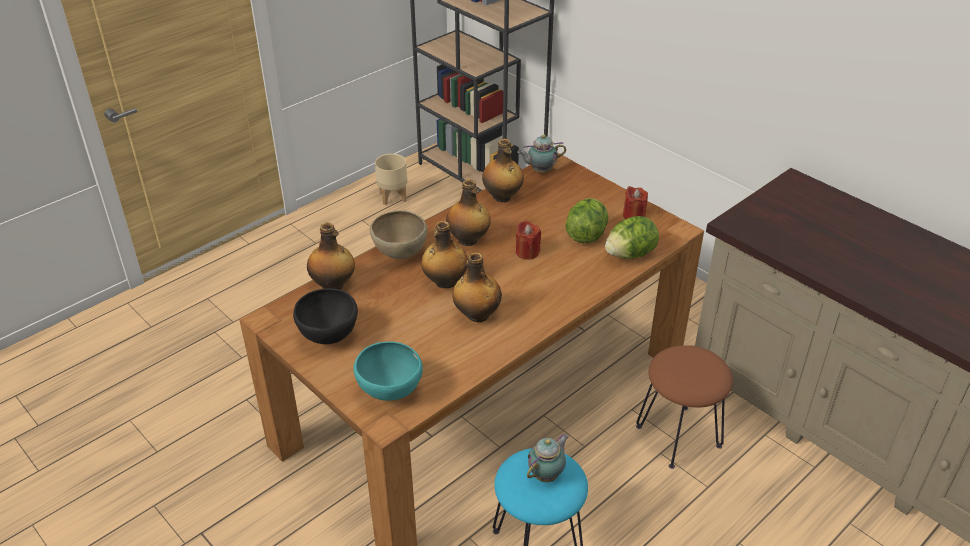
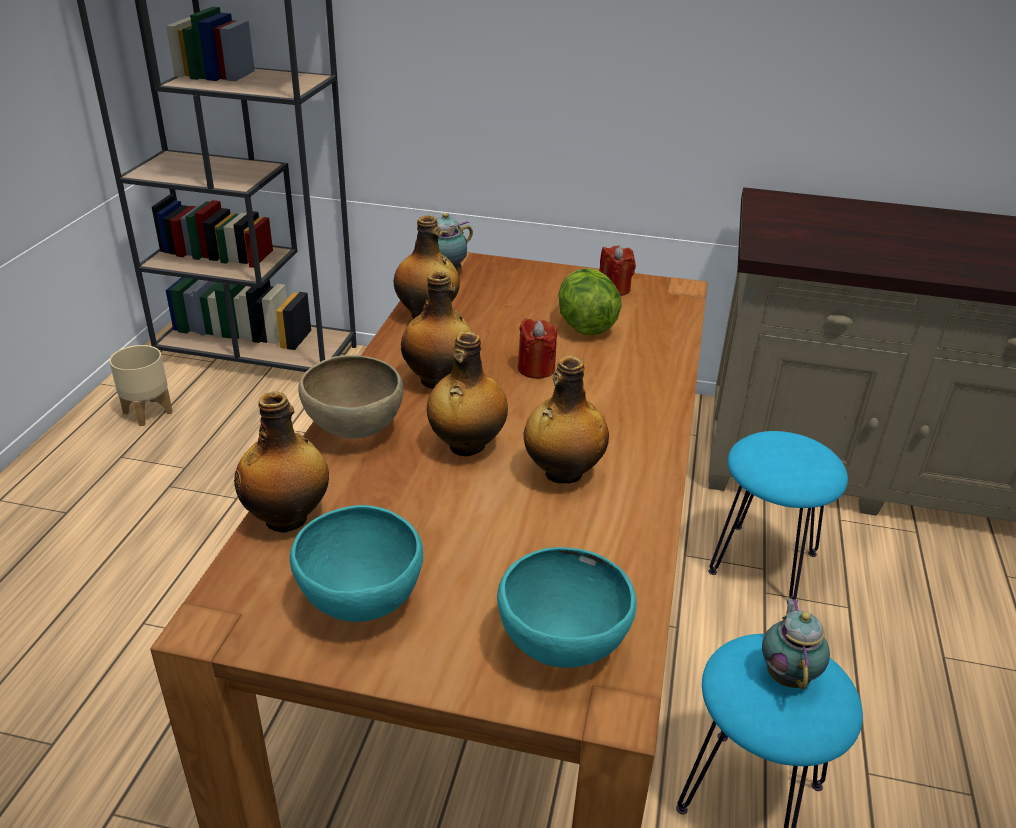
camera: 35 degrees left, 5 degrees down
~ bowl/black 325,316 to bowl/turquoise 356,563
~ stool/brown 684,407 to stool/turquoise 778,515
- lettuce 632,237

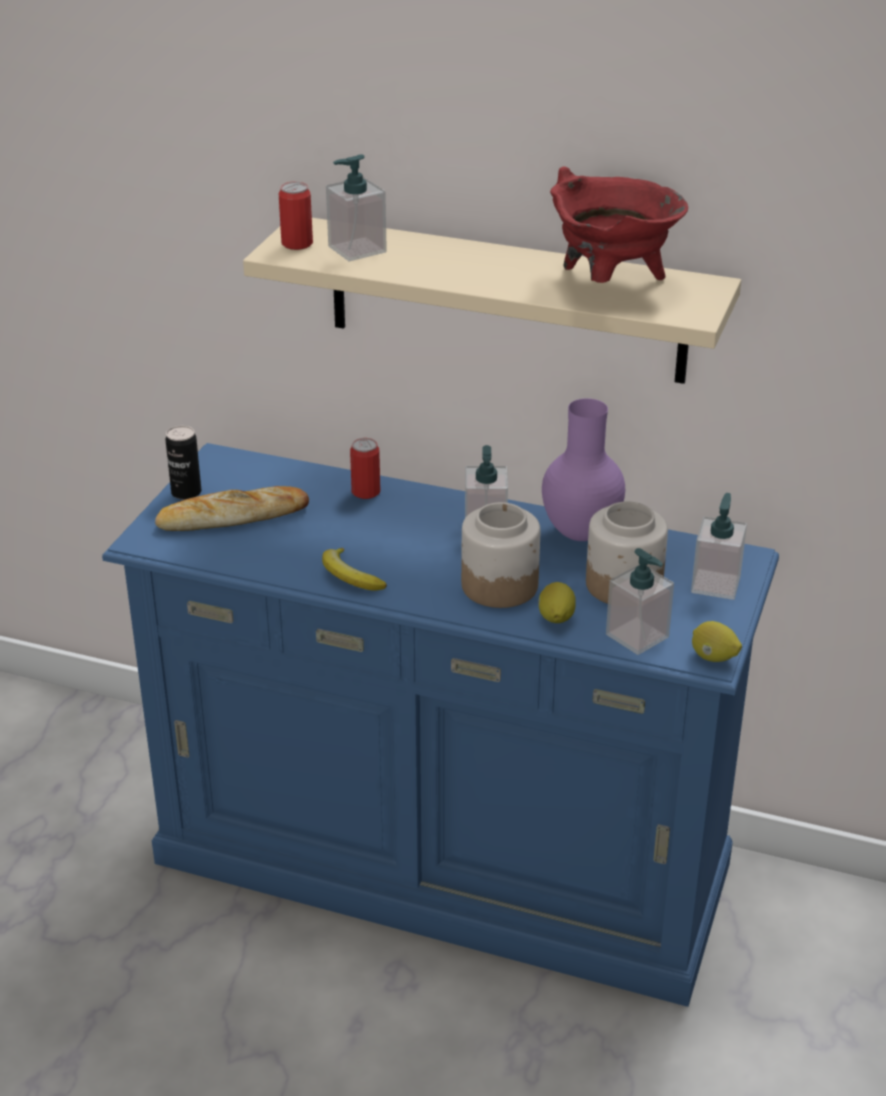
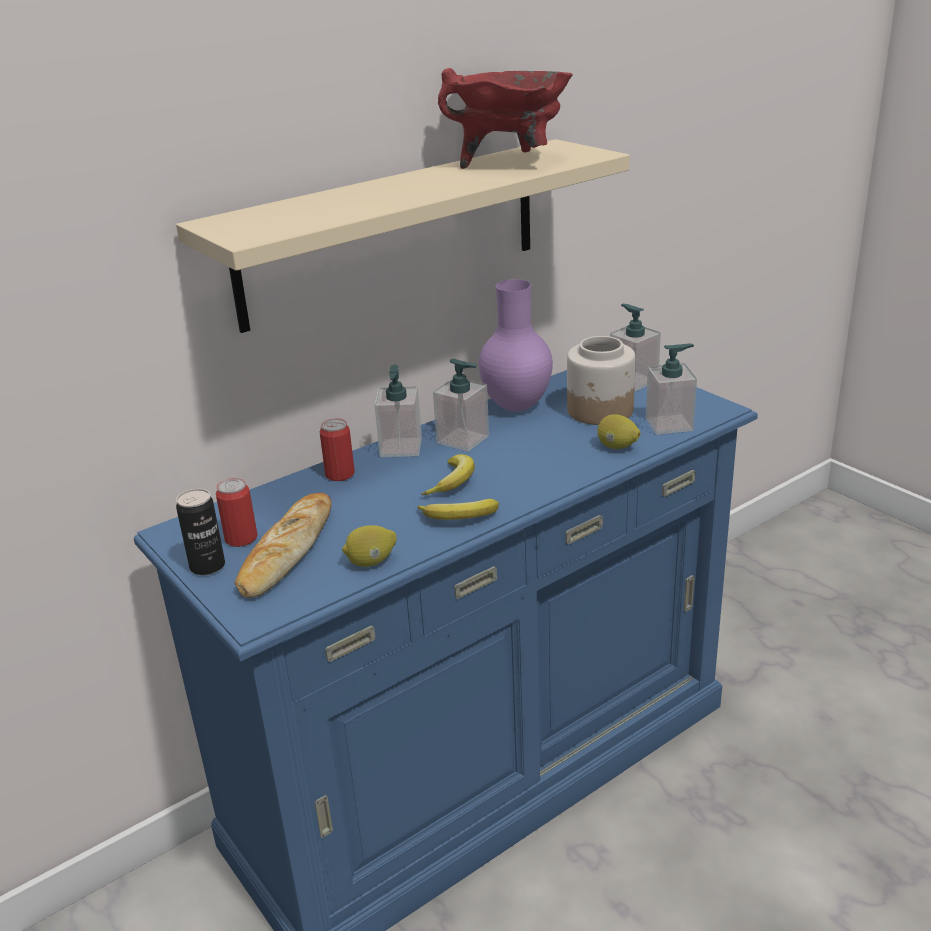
camera: 55 degrees left, 5 degrees down
~ can 296,216 to 237,512
~ lemon 717,641 to 369,546
~ soap dispenser 356,207 to 398,411
+ banana 448,474
- jar 500,555

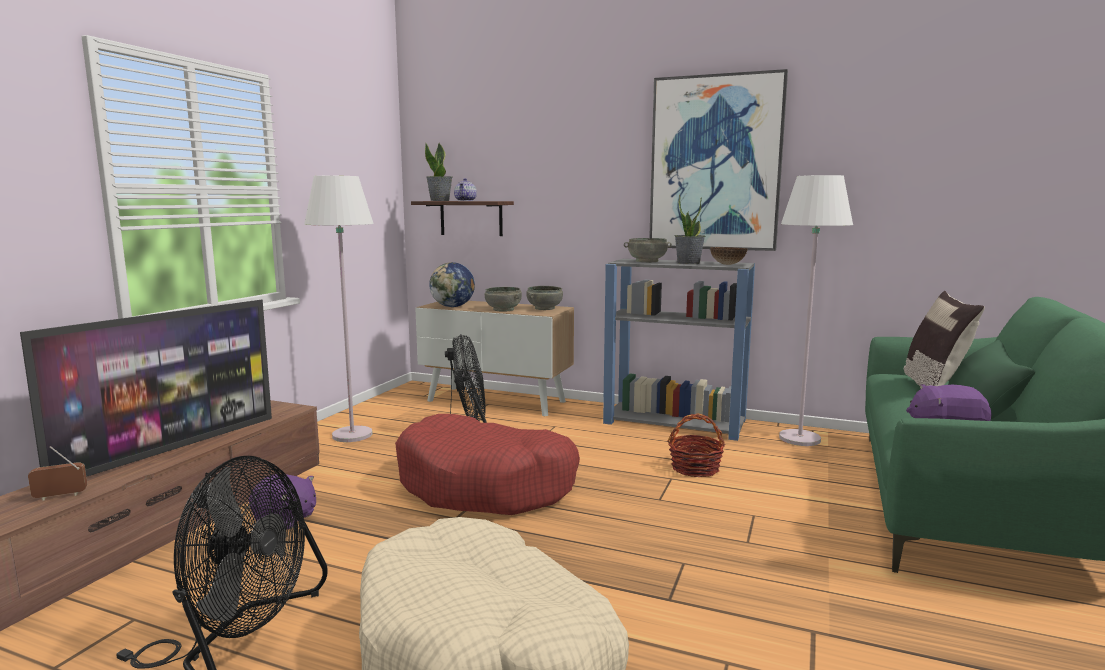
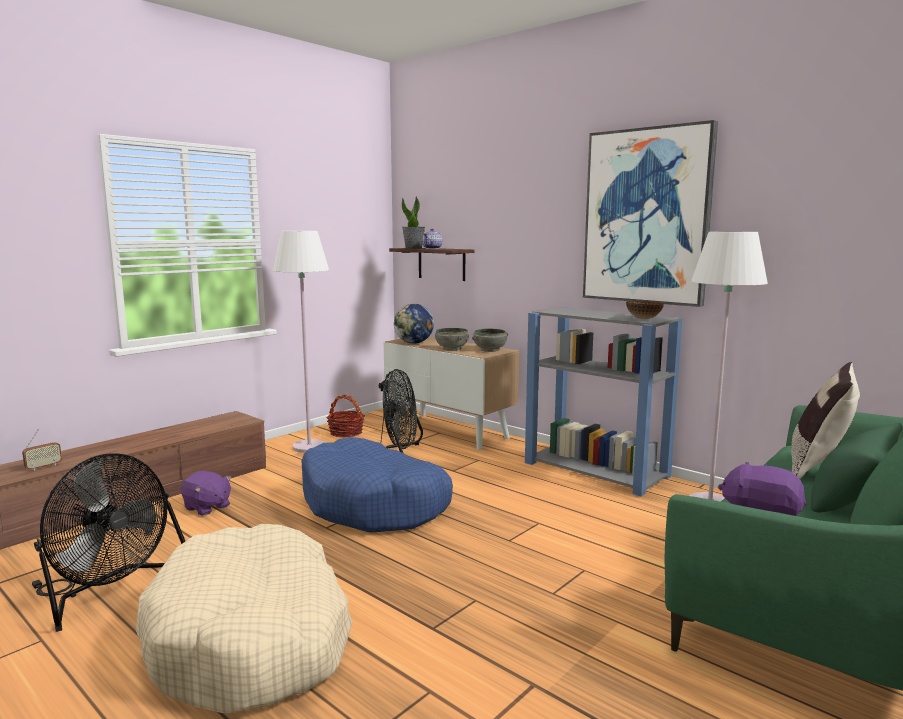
camera: 20 degrees right, 0 degrees up
~ radio 57,473 = 42,450 135 degrees clockwise
~ dog bed/red 487,464 to dog bed/blue 377,485
~ basket 696,445 to 345,415
- television 146,388
- bowl/grey 648,250
- potted plant 689,229

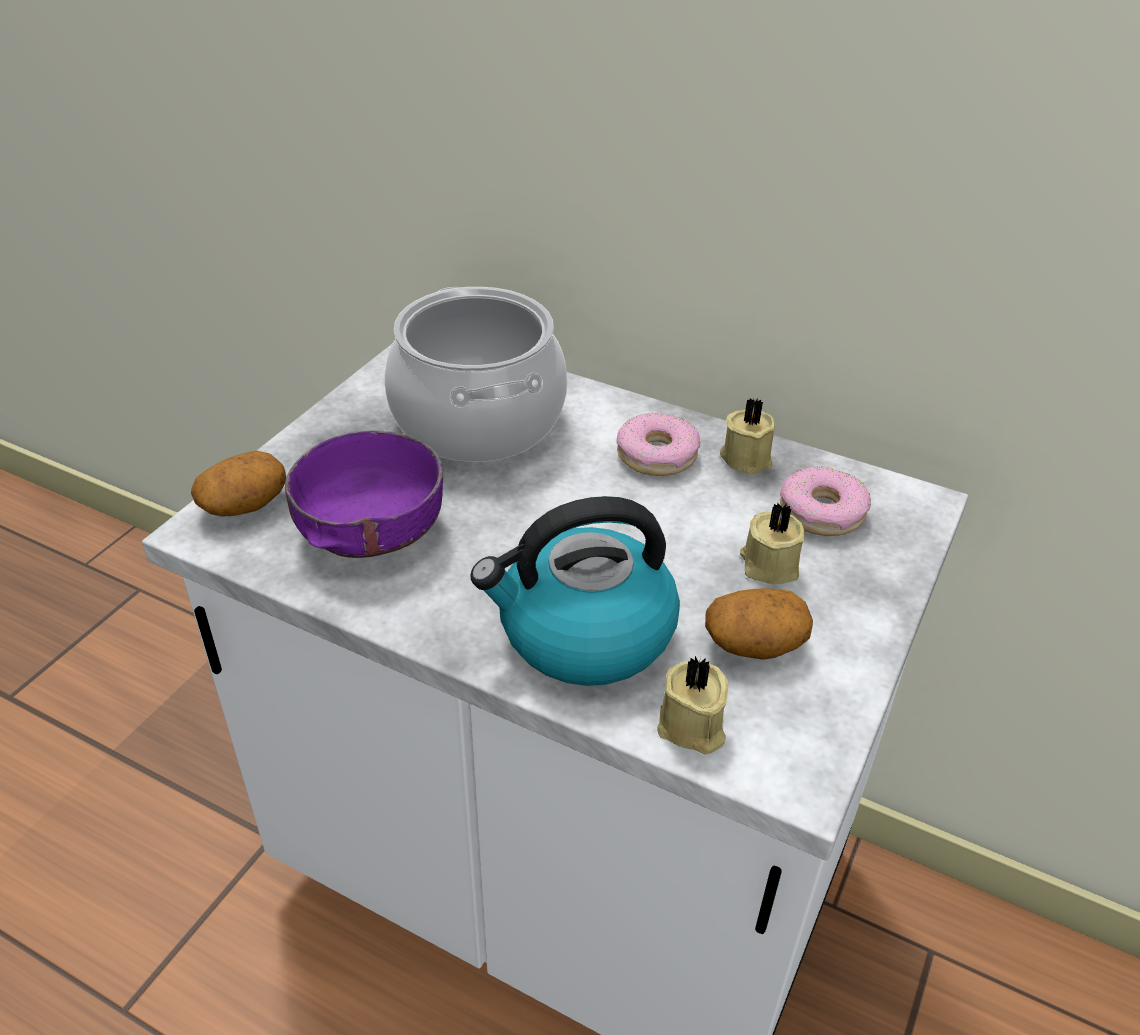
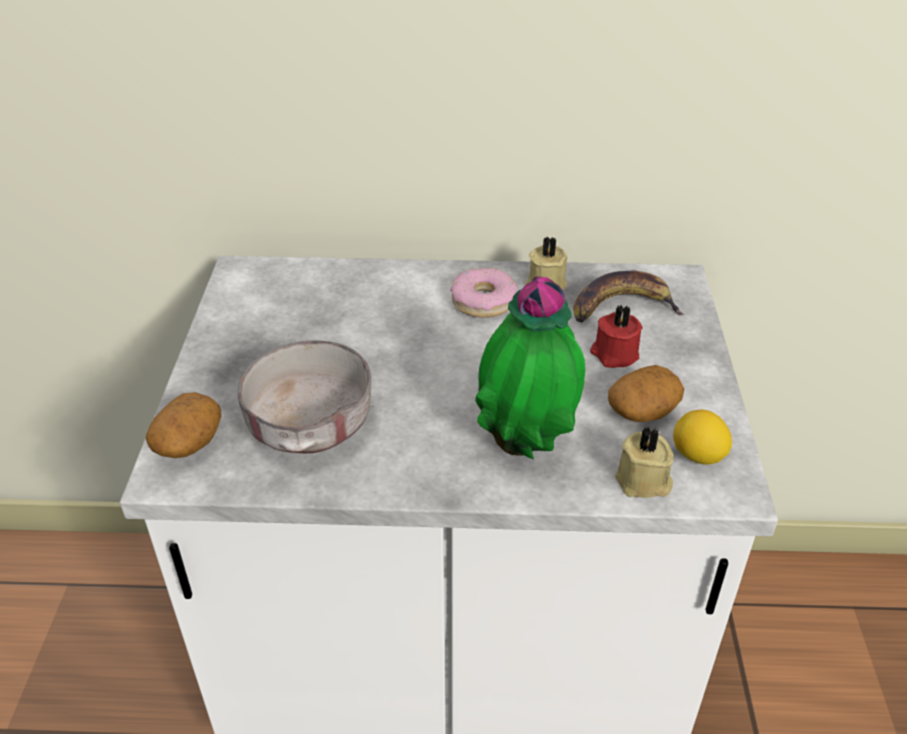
camera: 25 degrees left, 0 degrees up
~ bowl/purple 364,494 to bowl/grey 304,396
~ kettle 575,591 to potted plant 530,367
~ donut 825,501 to banana 628,296
~ candle/beige 772,543 to candle/red 616,336
+ lemon 702,437
- cooking pot 475,374

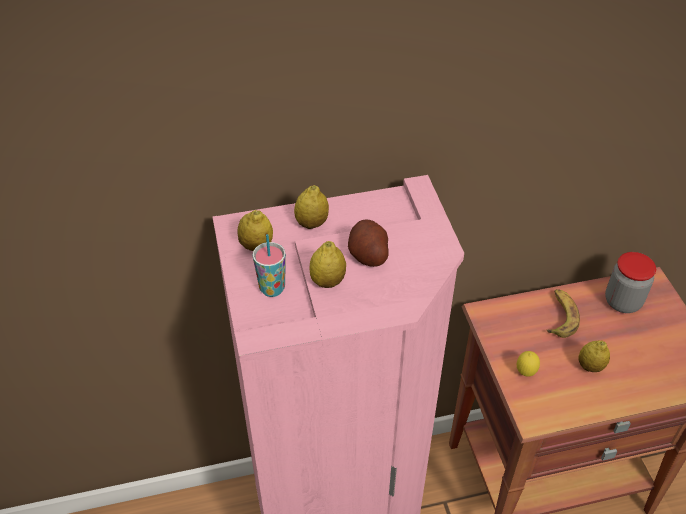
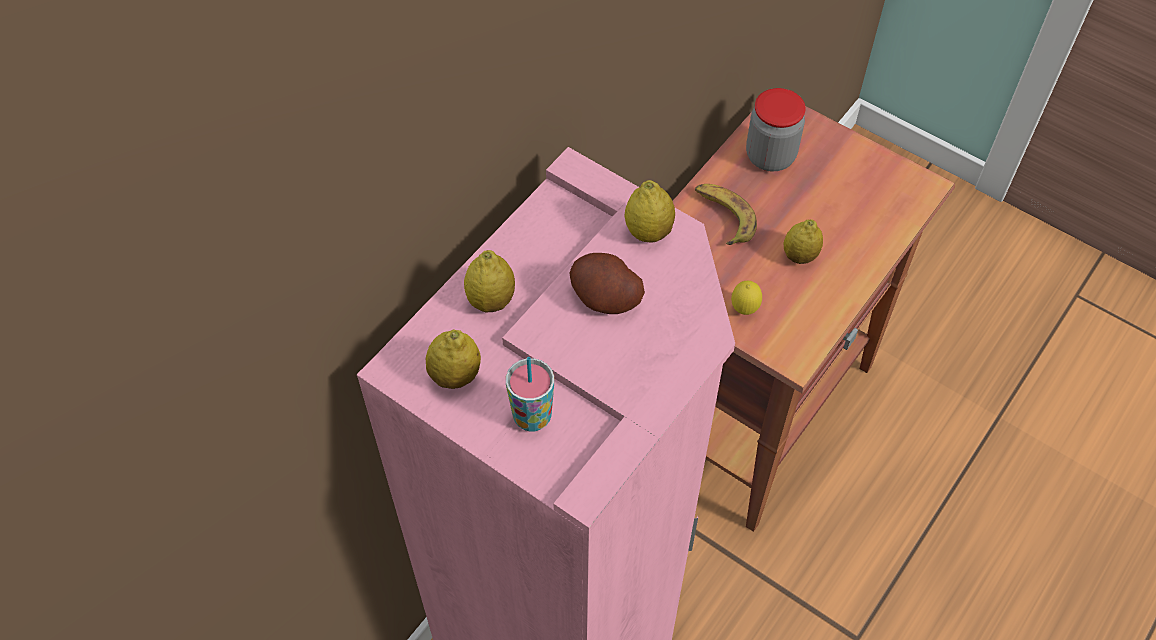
camera: 40 degrees left, 10 degrees up
~ lemon 327,264 to 649,211

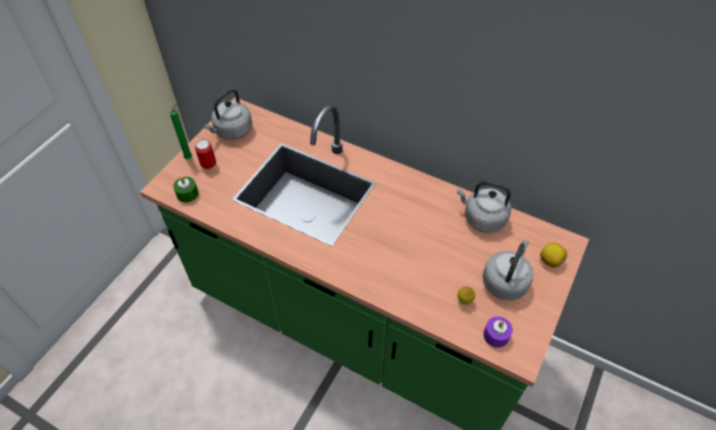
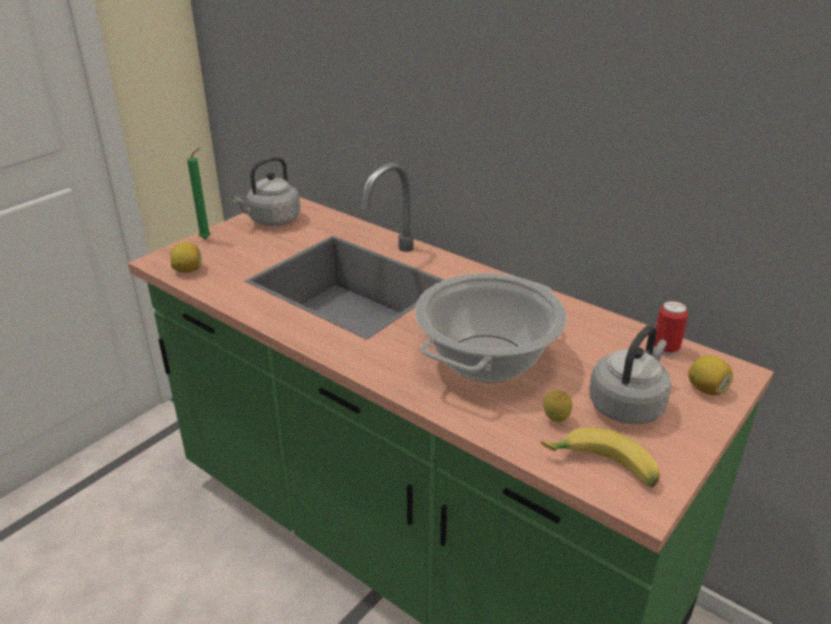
camera: 10 degrees right, 20 degrees down
~ candle/green 186,190 to lemon 186,257
+ cooking pot 491,328
~ candle/purple 498,332 to banana 600,457
~ can 205,155 to 671,328
- kettle/grey 484,207

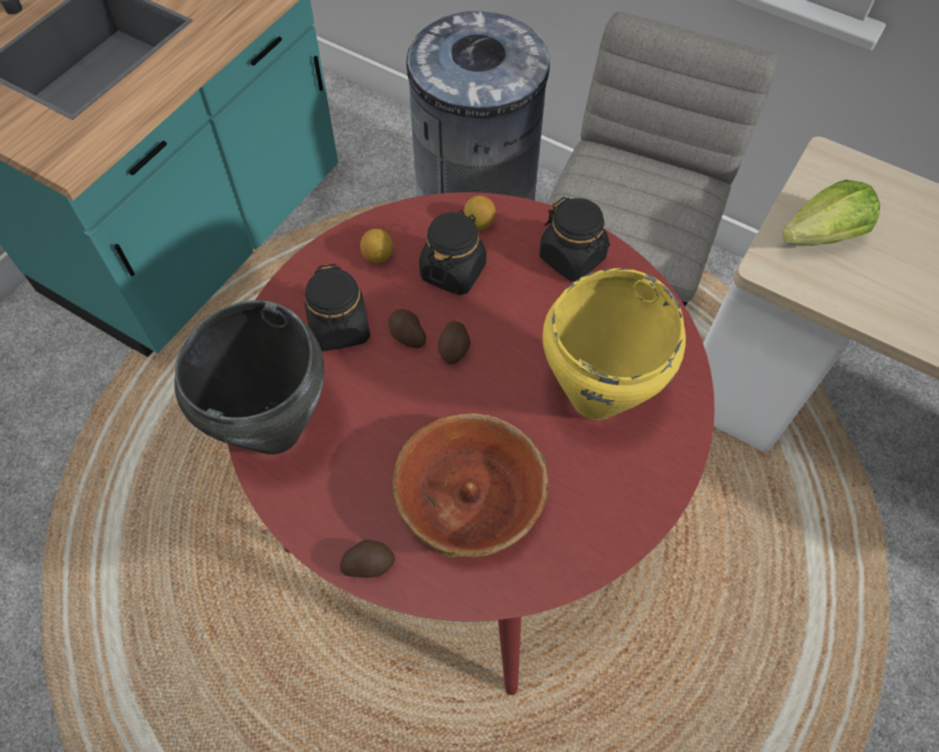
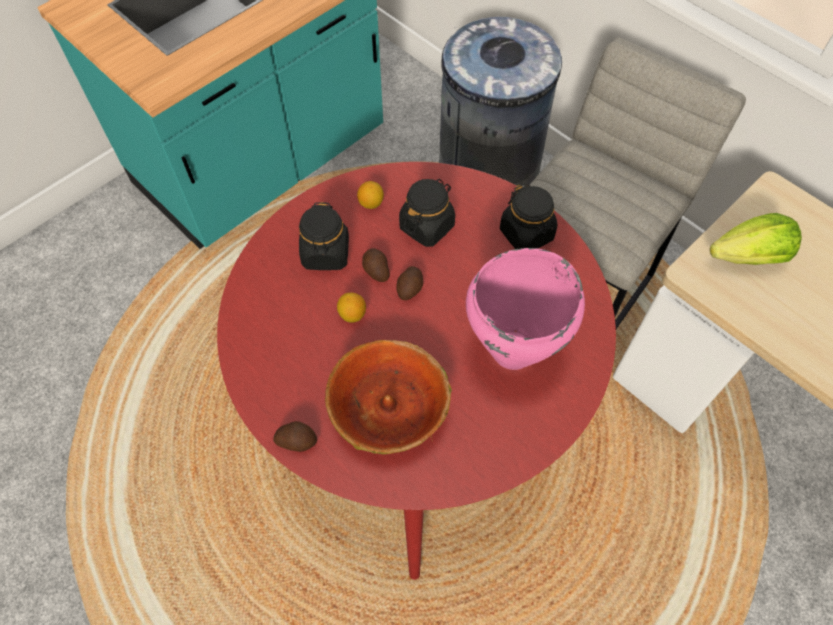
camera: 15 degrees right, 0 degrees up
~ lemon 480,213 to 351,308
~ cooking pot/yellow 614,344 to cooking pot/pink 525,309
- cooking pot/black 249,377

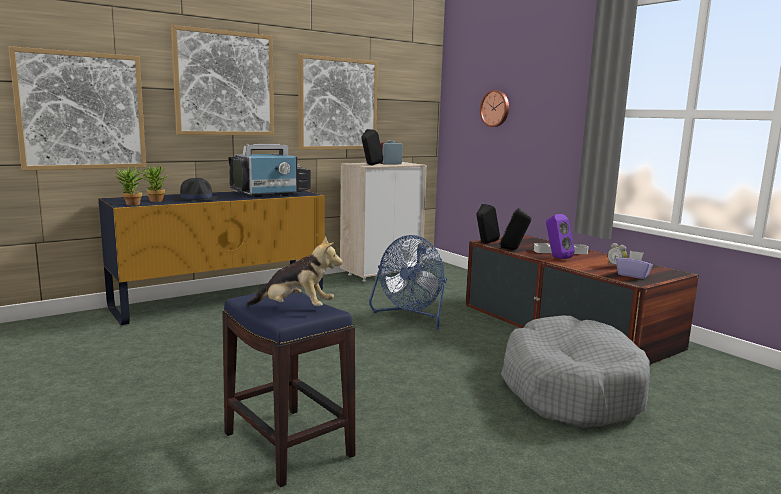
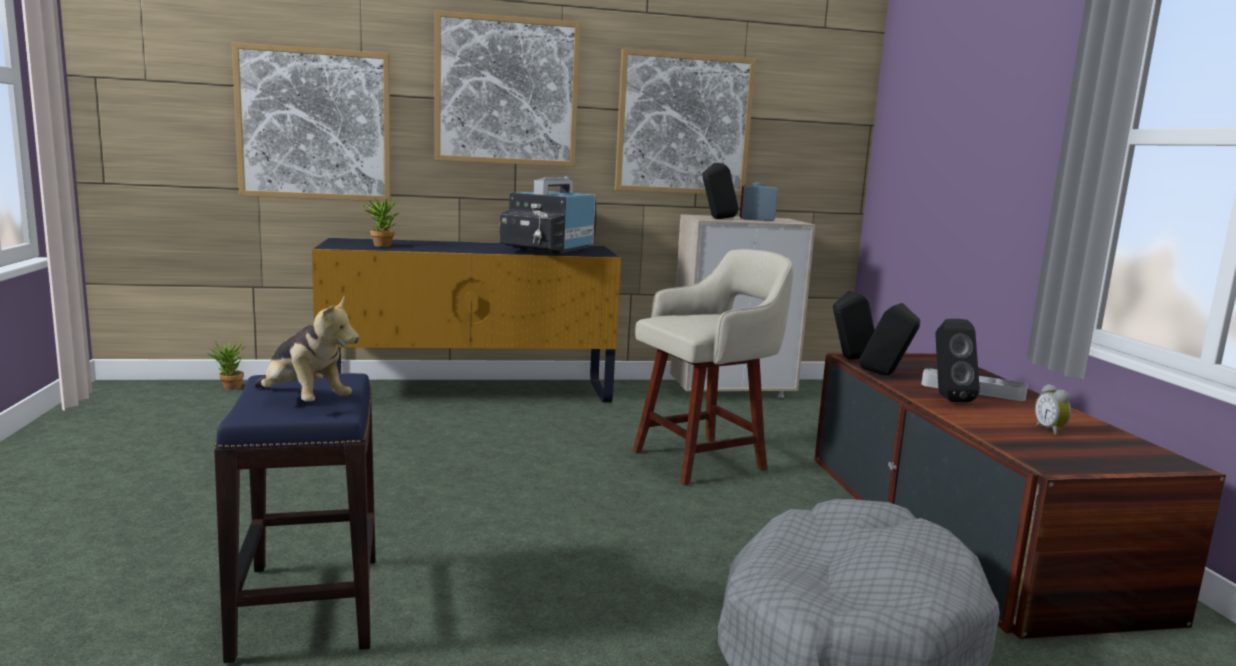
camera: 25 degrees right, 0 degrees up
~ potted plant 129,186 to 226,365
~ television 269,170 = 548,215 120 degrees clockwise
~ fan/blue 408,282 to stool/beige 713,367
~ speaker/purple 560,236 to speaker/black 958,360
- hat/black 196,189
- wall clock 494,108
- tissue box/purple 634,265

